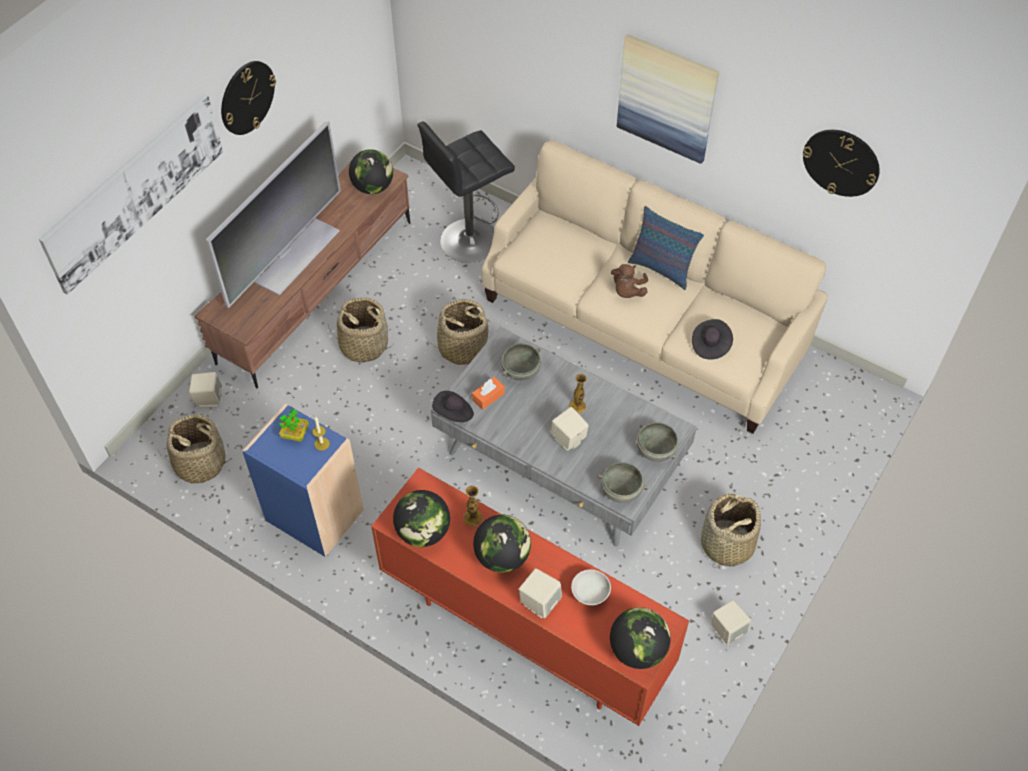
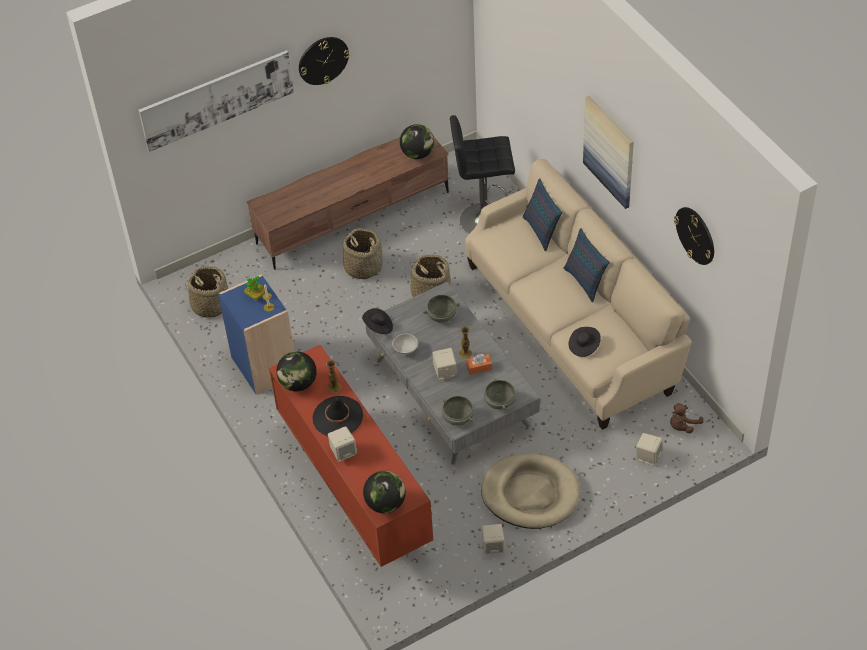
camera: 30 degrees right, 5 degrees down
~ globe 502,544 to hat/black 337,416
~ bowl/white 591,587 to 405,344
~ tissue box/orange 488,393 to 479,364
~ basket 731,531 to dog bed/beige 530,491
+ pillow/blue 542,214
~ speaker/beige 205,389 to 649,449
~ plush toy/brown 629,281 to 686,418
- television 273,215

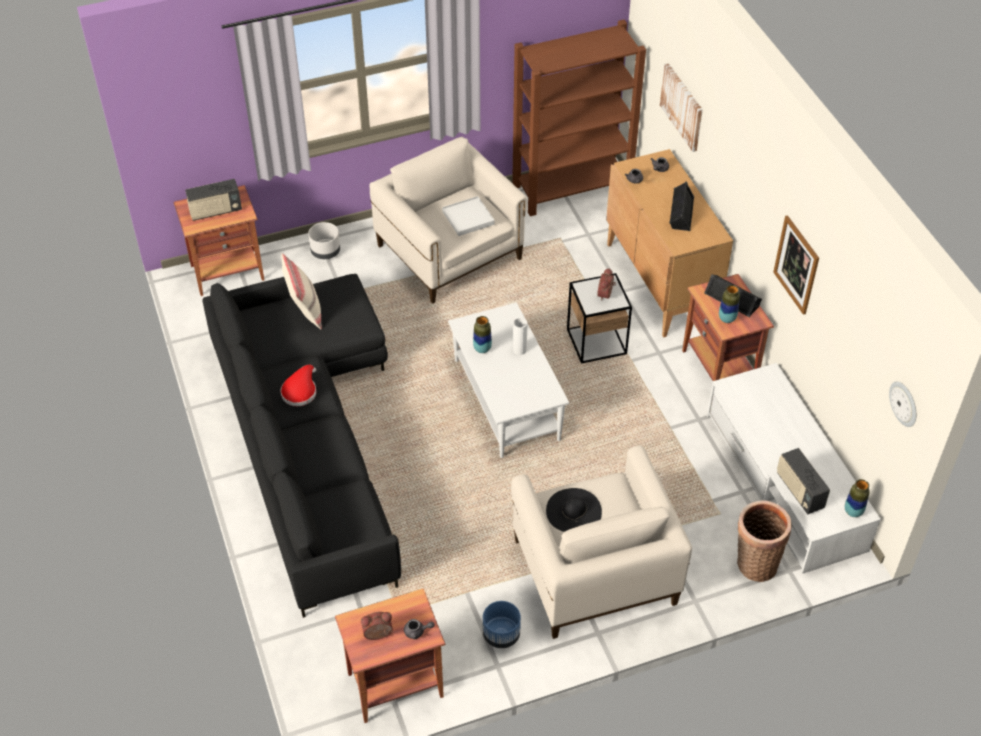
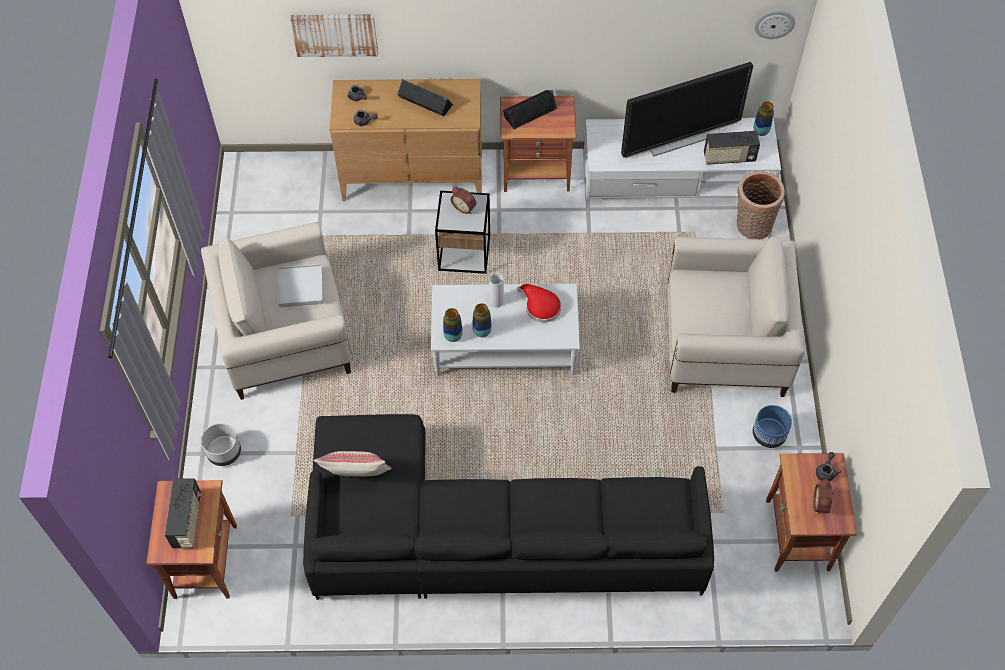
camera: 70 degrees left, 10 degrees up
~ vase 729,304 to 453,325
~ hat/red 298,385 to 539,303
+ television 687,110
- bookcase/brown 579,118
- hat/black 574,510
- picture 796,265

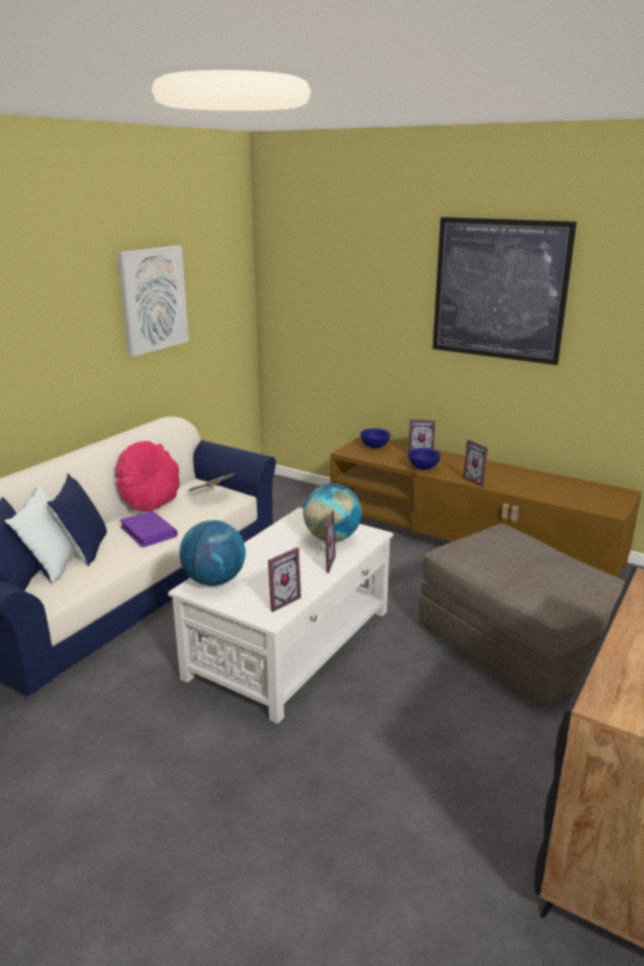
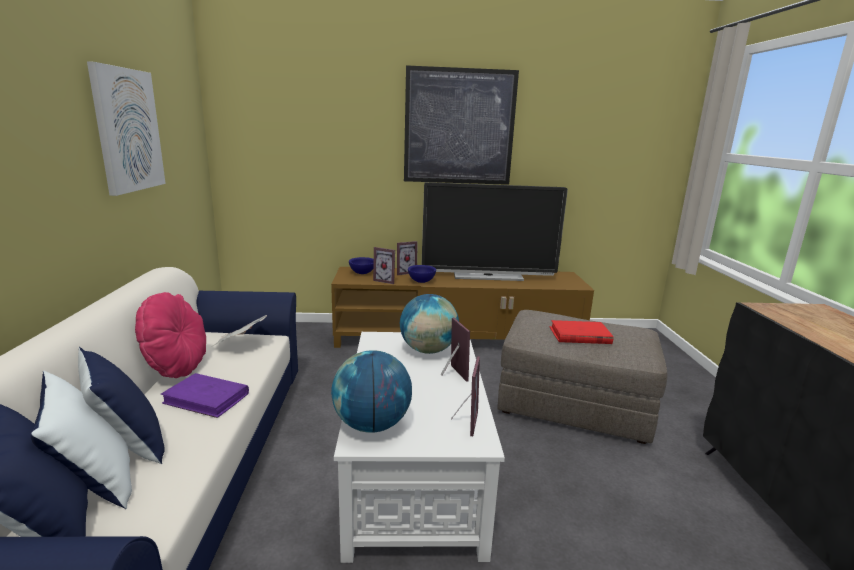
camera: 35 degrees left, 5 degrees down
~ picture frame 475,463 to 384,265
+ television 495,231
+ book/red 581,332

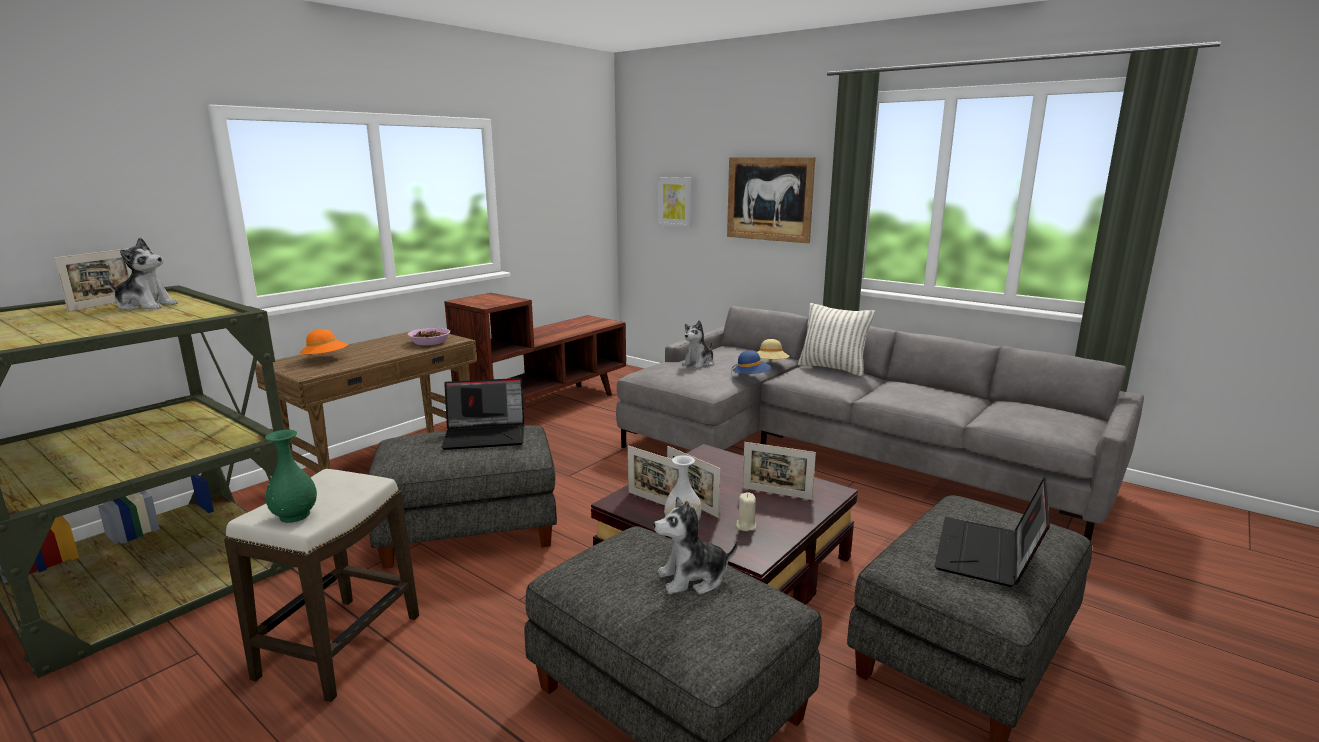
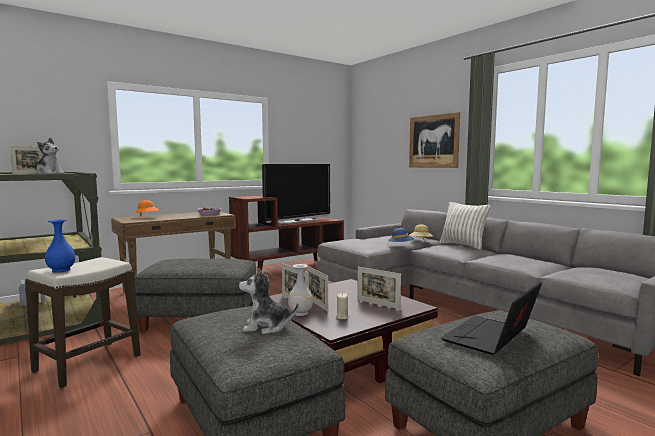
camera: 15 degrees right, 10 degrees down
~ vase/green 291,476 to vase/blue 60,246
+ television 296,194
- laptop 482,414
- picture 675,202
- plush toy 698,344

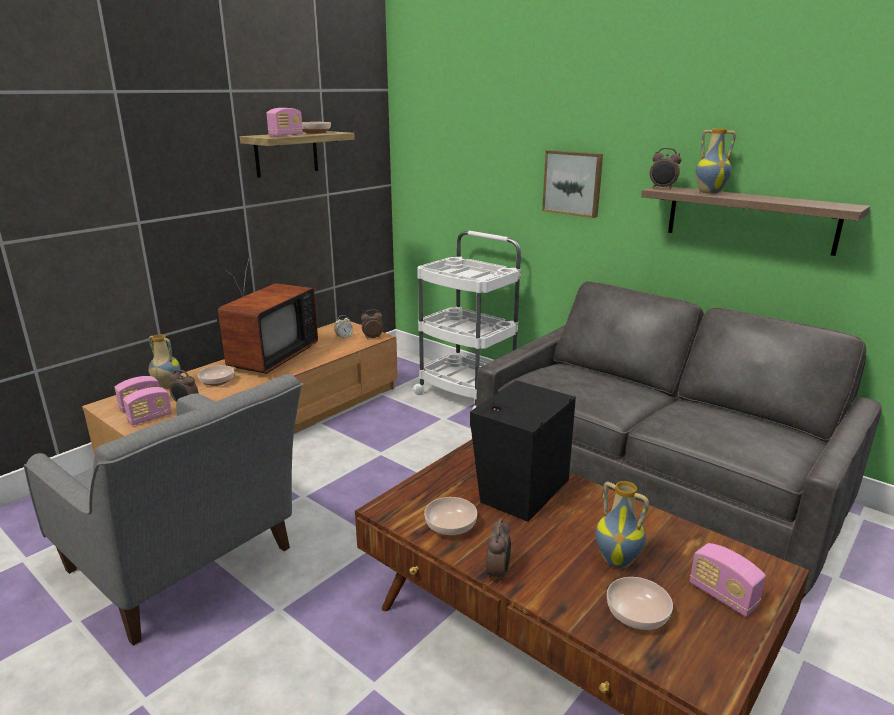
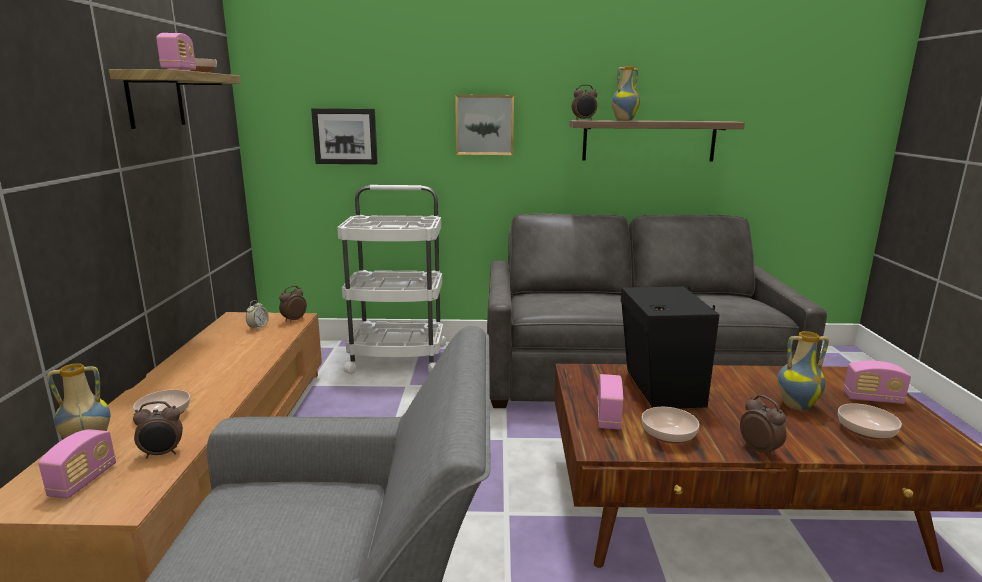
camera: 40 degrees left, 5 degrees down
+ picture 344,136
~ radio 147,406 to 610,402
- television 267,315

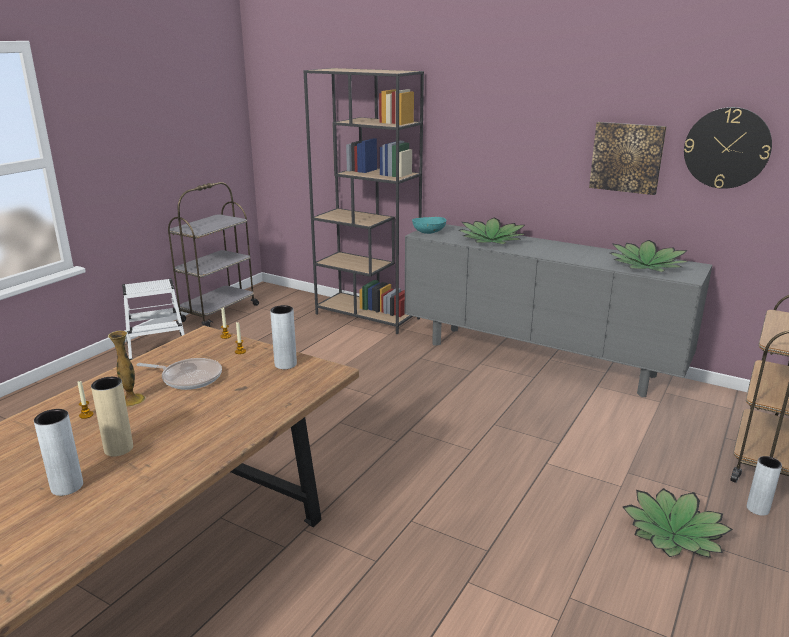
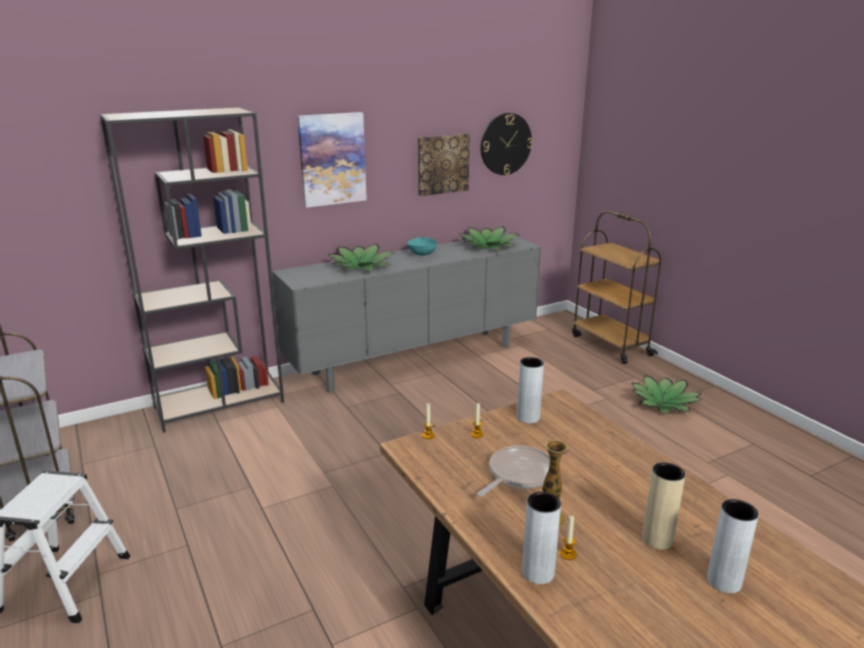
camera: 60 degrees left, 0 degrees up
+ picture 332,160
~ bowl/turquoise 429,225 to 422,246
~ vase/grey 764,486 to 541,538

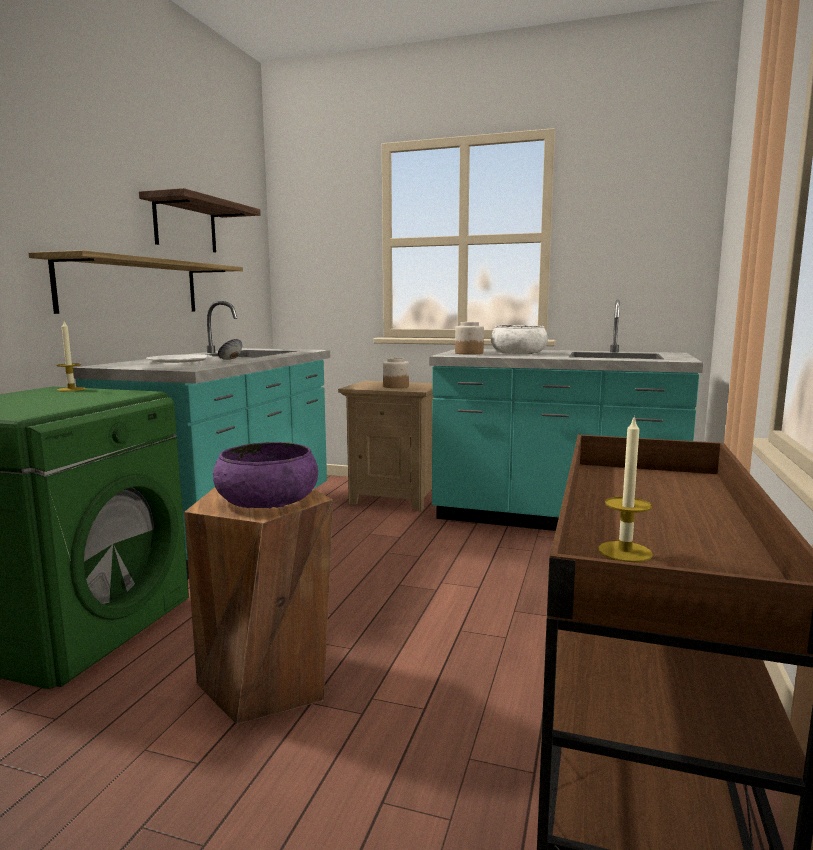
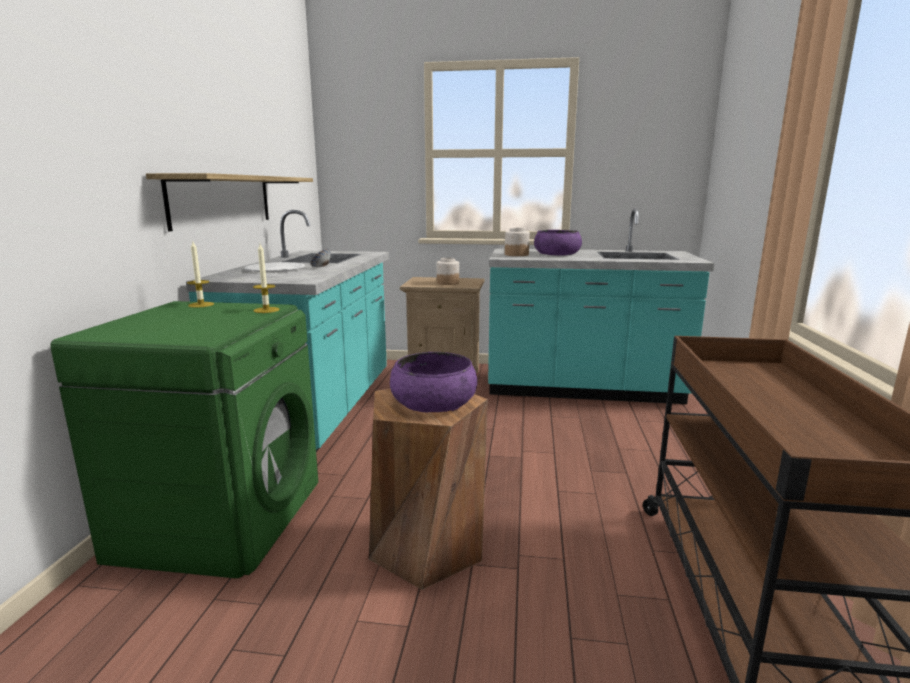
camera: 10 degrees left, 5 degrees up
~ candle 625,489 to 266,278
~ bowl/white 519,339 to bowl/purple 558,243
- shelf 200,220

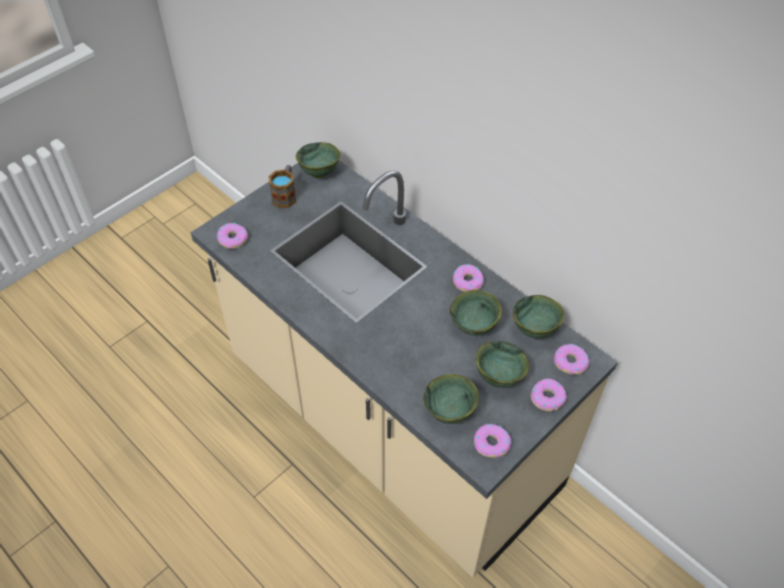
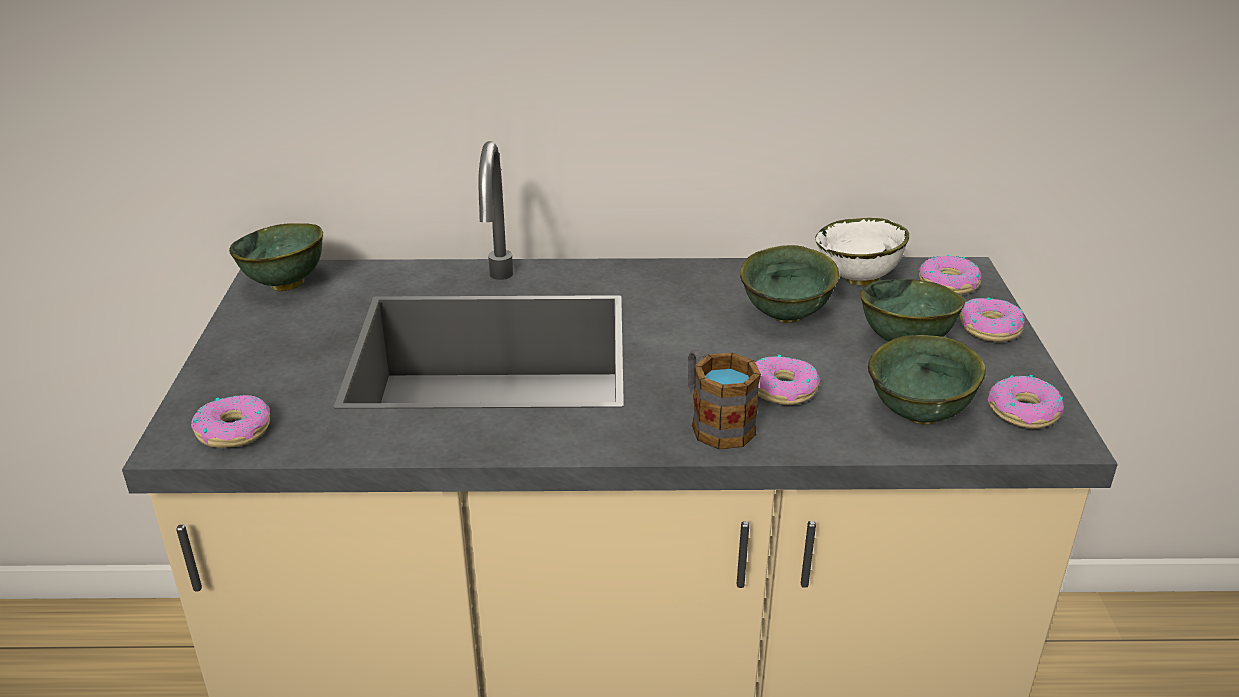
camera: 45 degrees left, 20 degrees down
~ mug 282,186 to 724,399
~ donut 468,278 to 787,380
~ bowl/green 538,316 to bowl/white 862,252

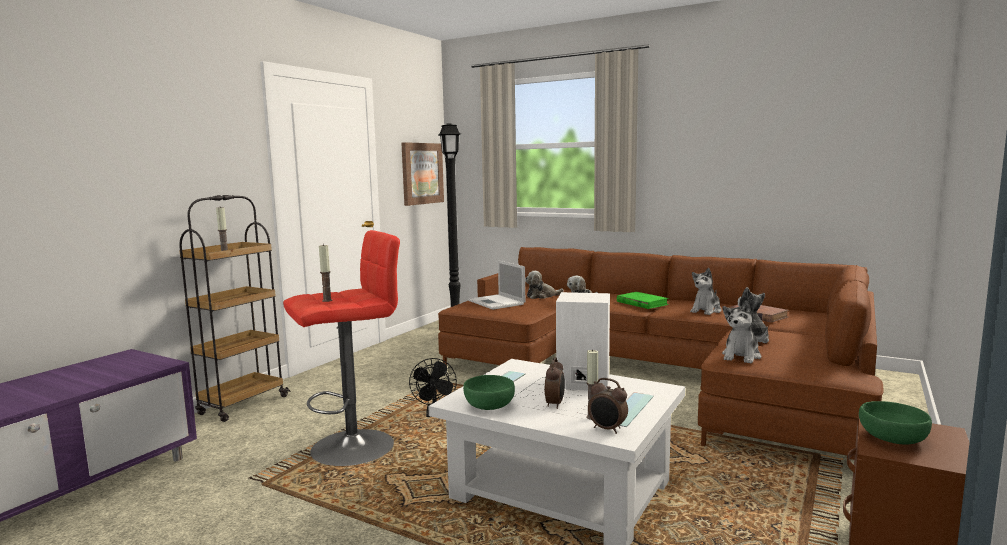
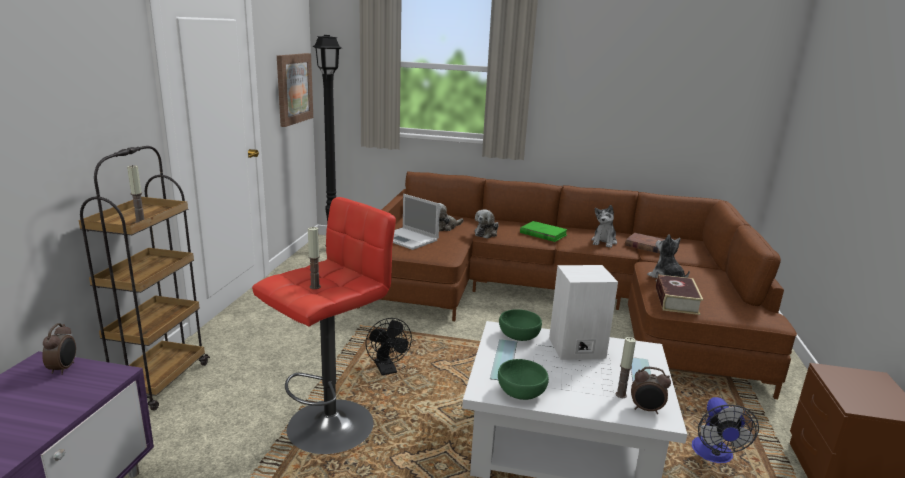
camera: 20 degrees left, 10 degrees up
~ alarm clock 555,383 to 59,349
~ bowl/green 895,423 to 520,325
~ plush toy 741,332 to book 679,294
+ fan 725,430

